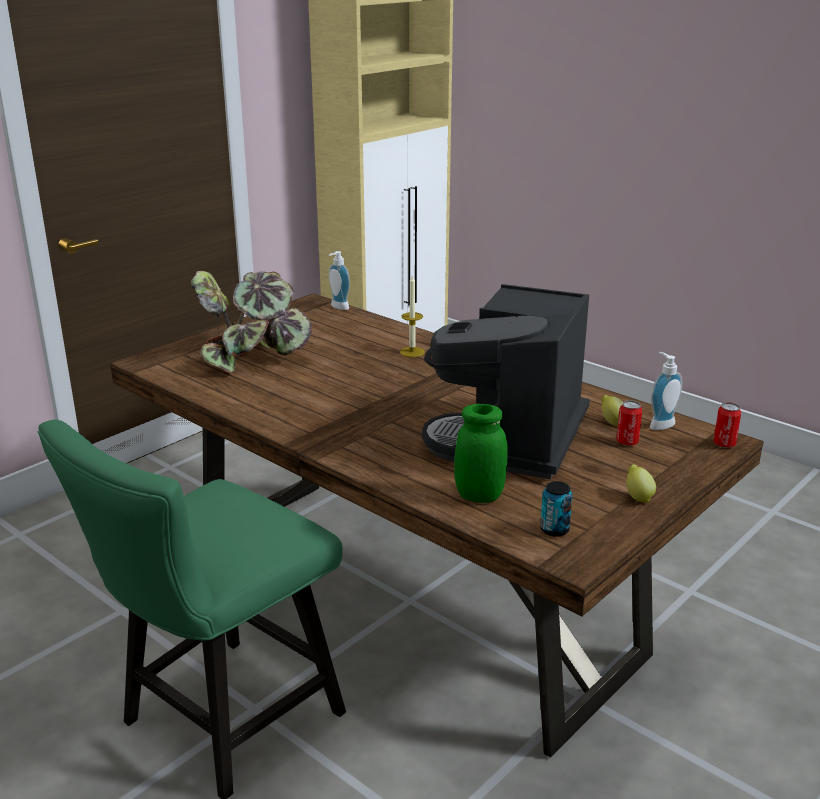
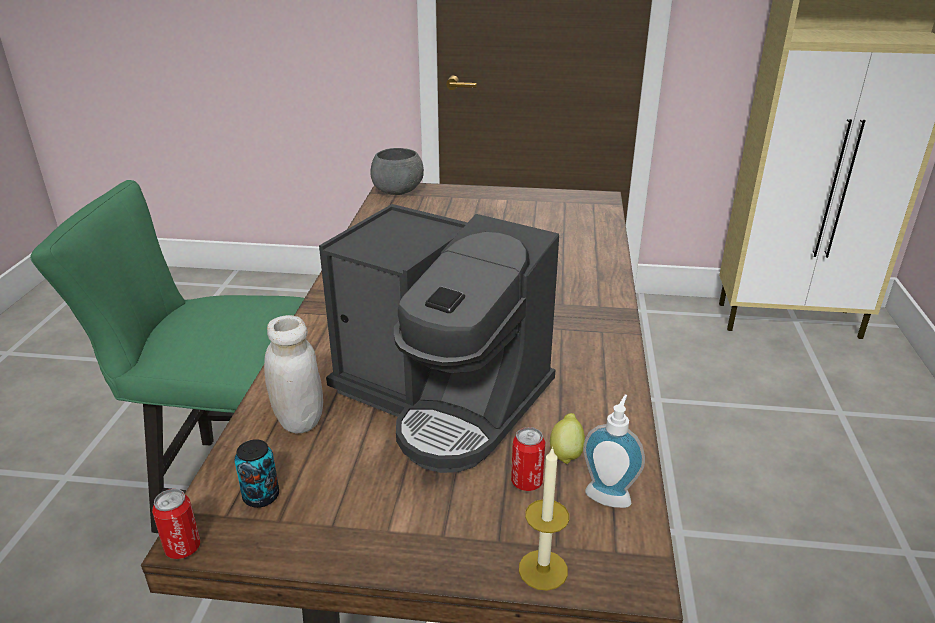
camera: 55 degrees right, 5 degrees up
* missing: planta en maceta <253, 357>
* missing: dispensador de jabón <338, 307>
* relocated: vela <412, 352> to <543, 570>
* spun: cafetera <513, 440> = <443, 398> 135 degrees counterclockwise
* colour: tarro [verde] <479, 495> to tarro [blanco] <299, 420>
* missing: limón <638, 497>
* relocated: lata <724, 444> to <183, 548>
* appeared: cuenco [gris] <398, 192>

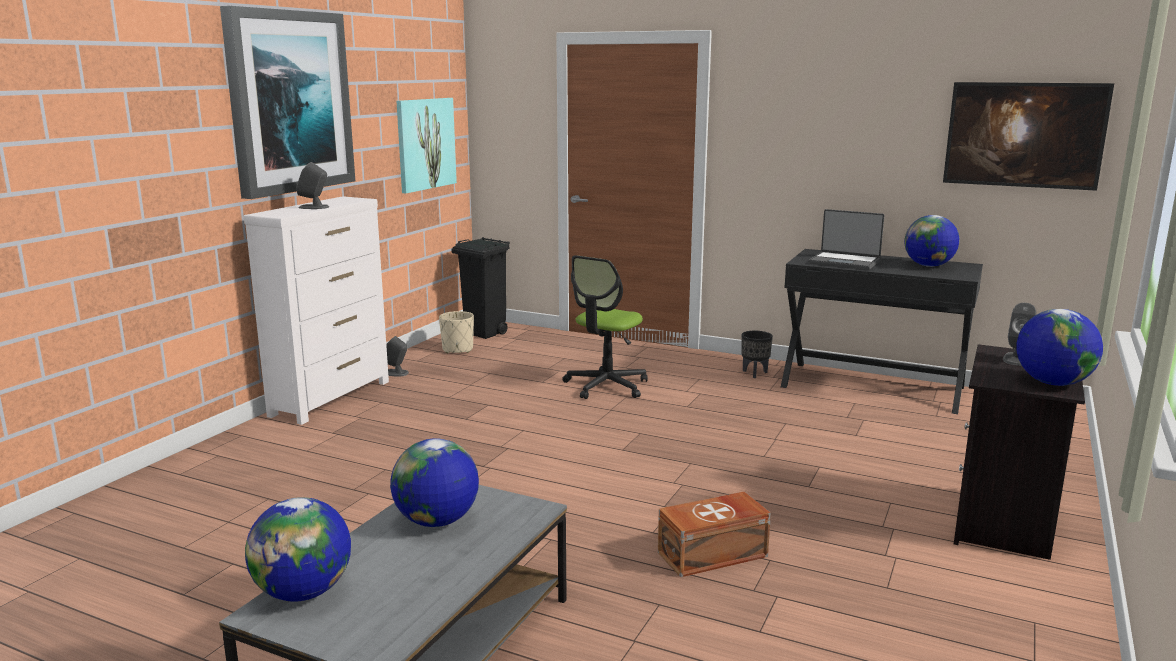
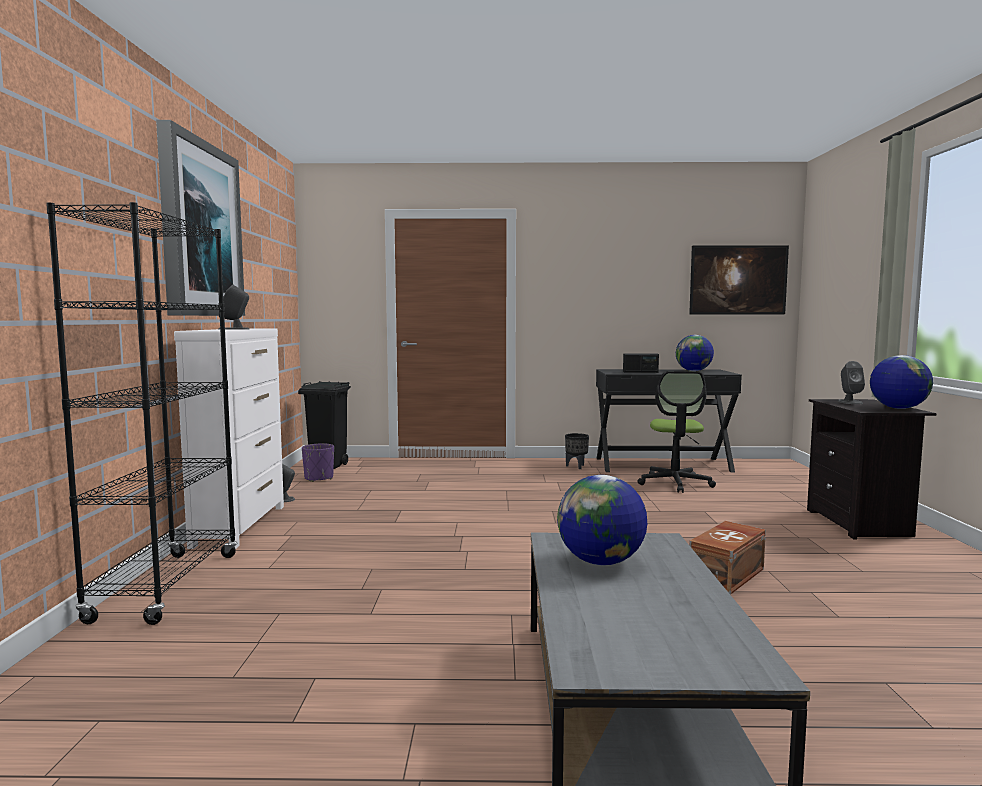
camera: 25 degrees left, 10 degrees down
* missing: globo terráqueo <304, 593>
* missing: cuadro <426, 144>
* colour: maceta [beis] <457, 349> to maceta [morado] <319, 478>
* relocated: silla de oficina <606, 386> to <675, 483>
* exchanged: portátil <844, 262> to radio <640, 372>
* appeared: estantería [negro] <167, 586>

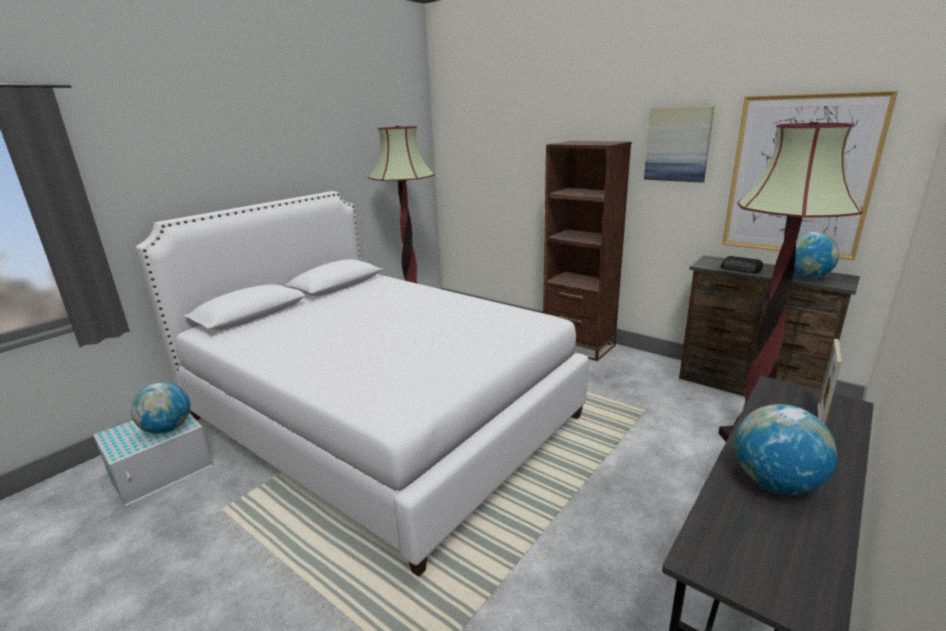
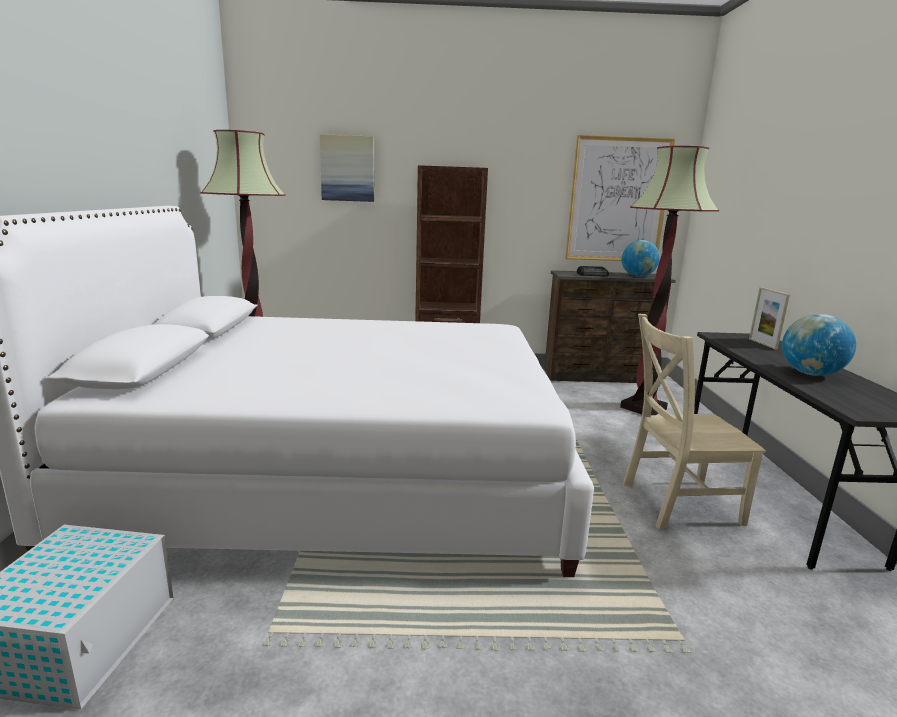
camera: 40 degrees left, 5 degrees down
* missing: globo terráqueo <167, 429>
* relocated: cuadro <677, 144> to <347, 168>
* appeared: silla [beis] <675, 503>

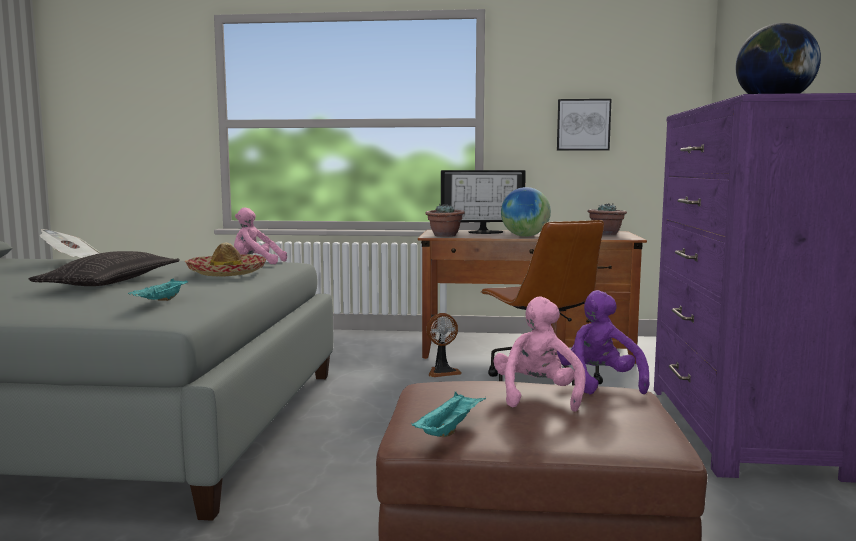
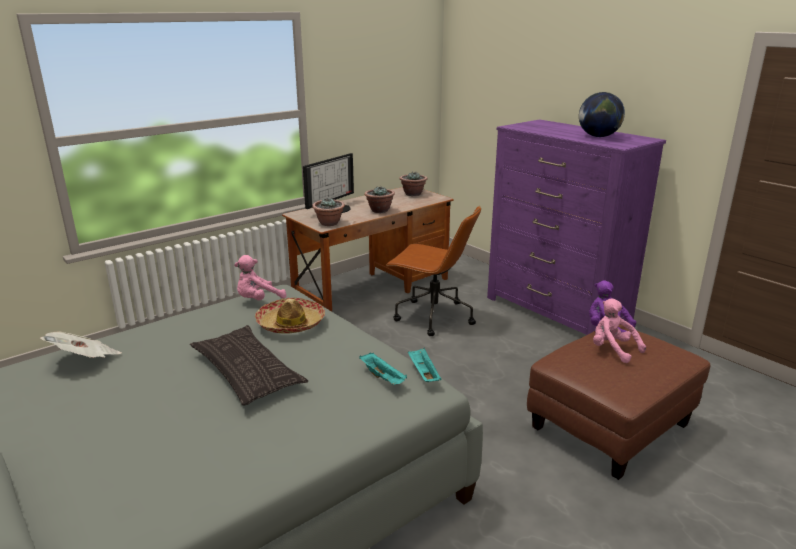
camera: 45 degrees left, 15 degrees up
* relocated: bandeja [turquesa] <449, 429> to <423, 373>
* missing: ventilador <442, 372>
* exchanged: globo terráqueo <524, 236> to planta en maceta <379, 210>
* missing: cuadro <583, 125>

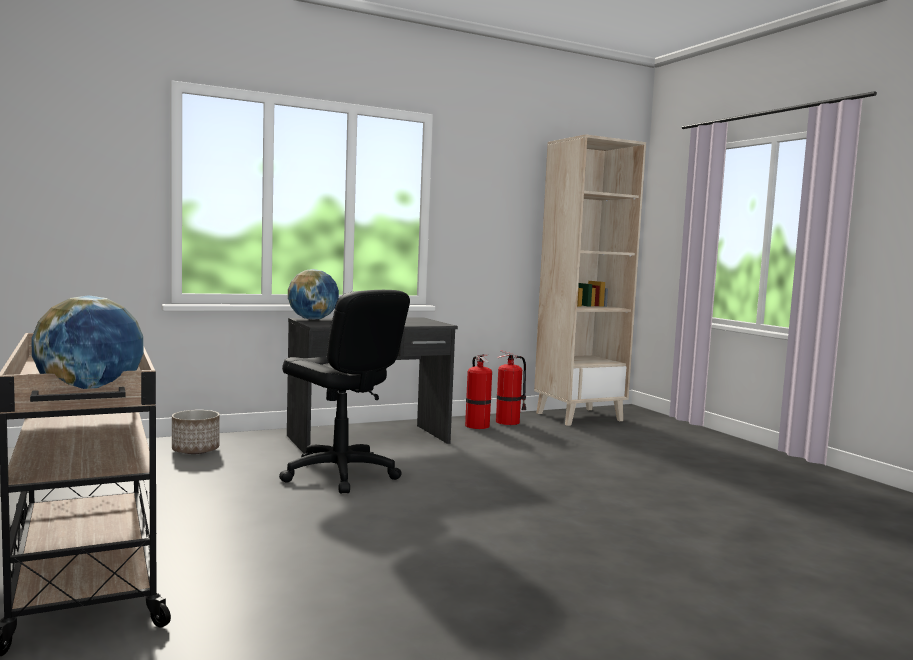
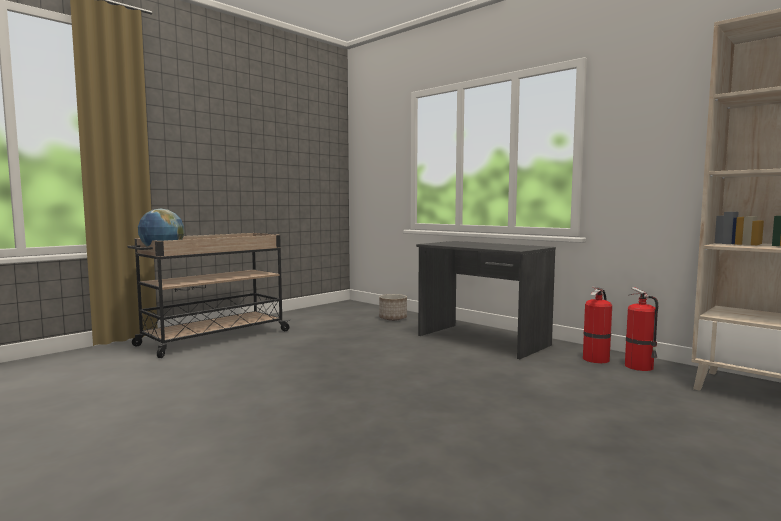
camera: 70 degrees right, 0 degrees up
* missing: silla de oficina [negro] <340, 474>
* missing: globo terráqueo <313, 319>

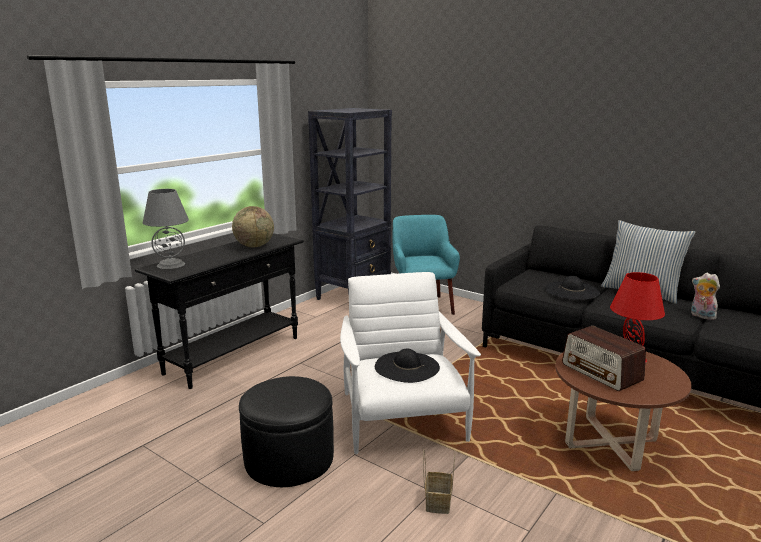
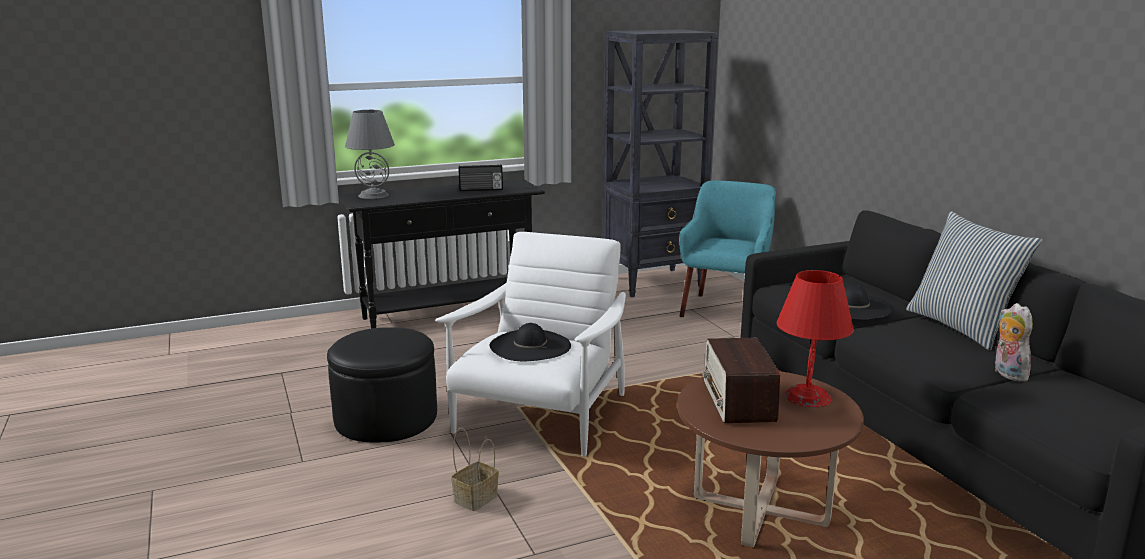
camera: 30 degrees right, 0 degrees up
* exchanged: globo terráqueo <254, 246> to radio <481, 189>

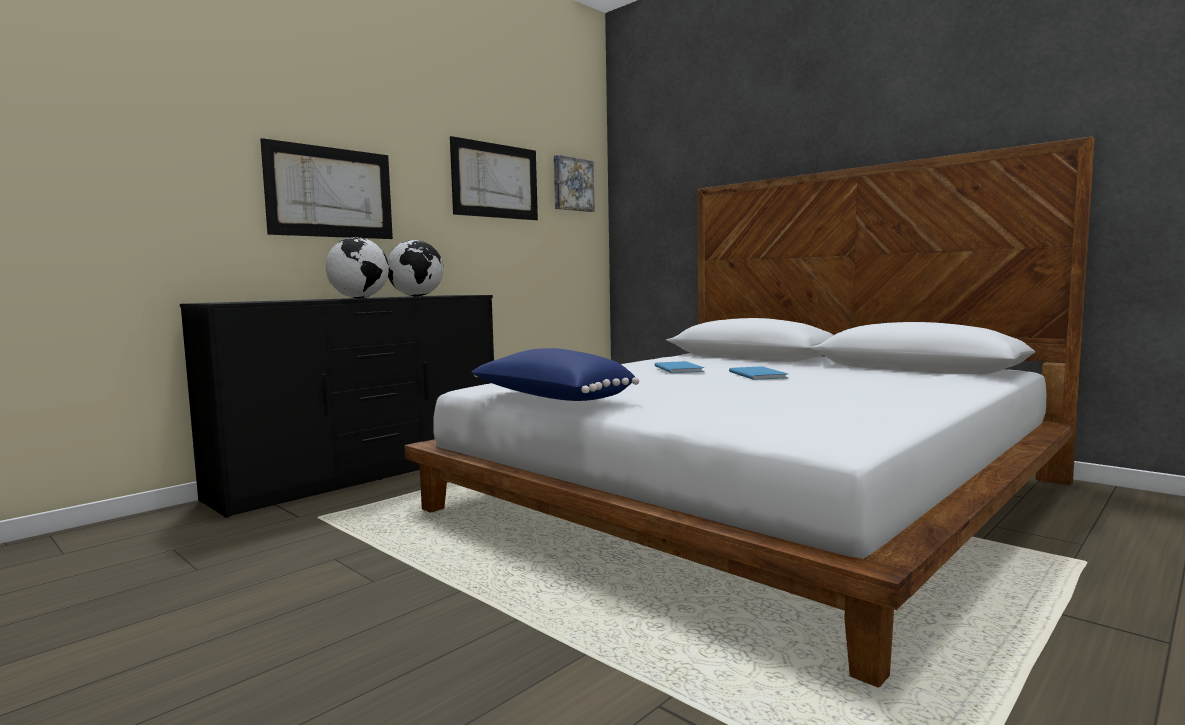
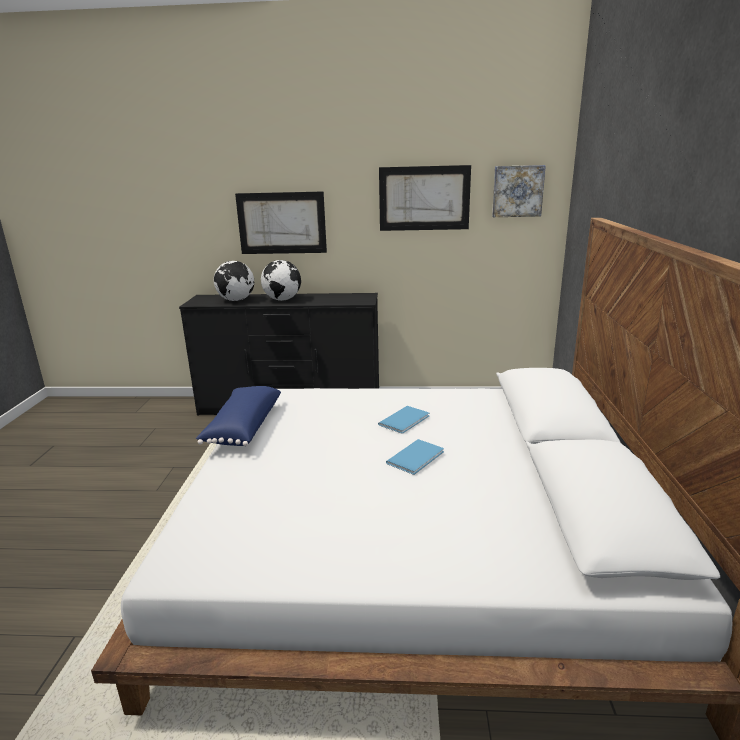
camera: 50 degrees right, 15 degrees up
* relocated: globo terráqueo <416, 296> to <236, 300>

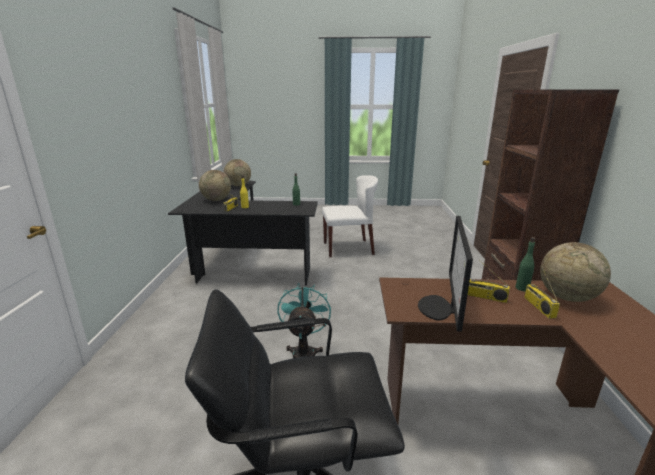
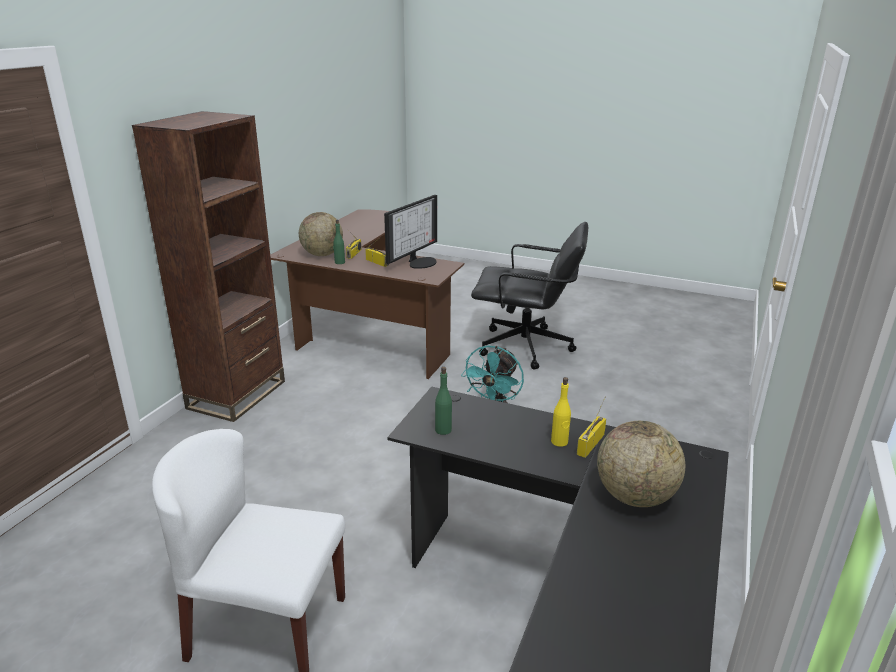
camera: 160 degrees left, 5 degrees up
* missing: globo terráqueo <238, 185>

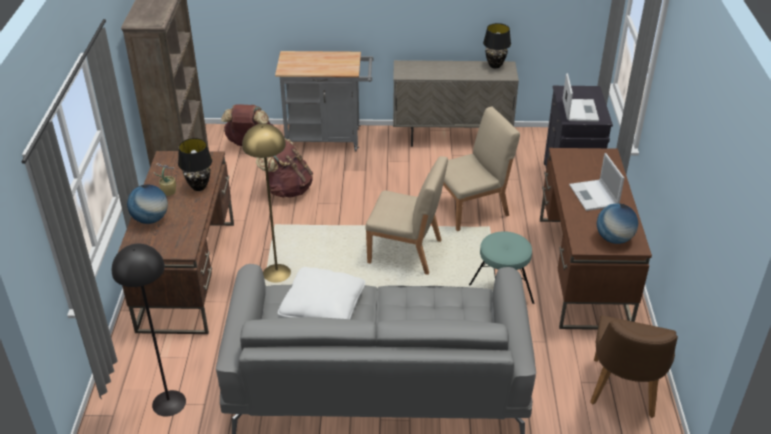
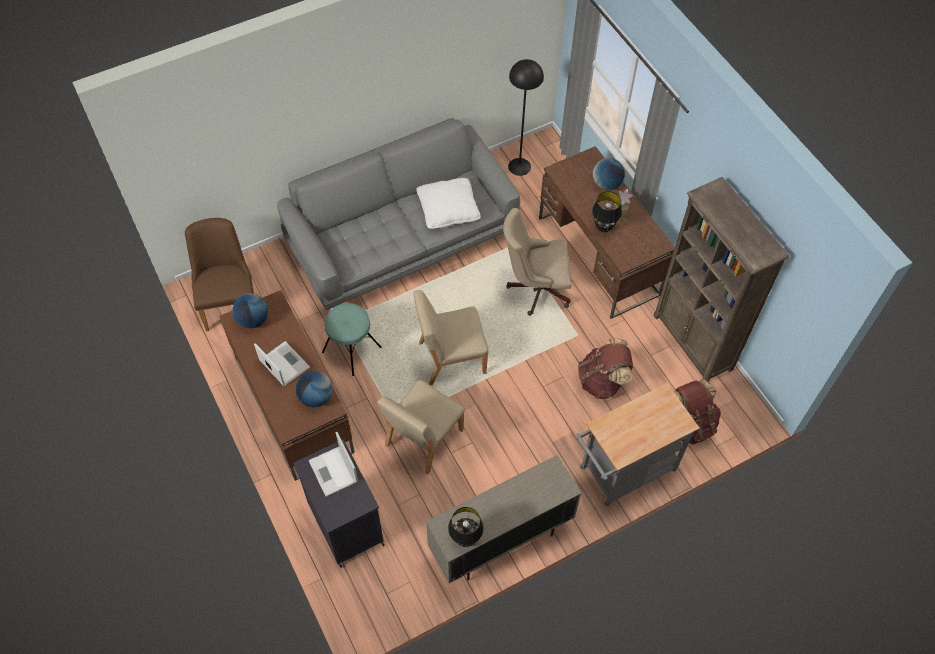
camera: 150 degrees right, 20 degrees up
* exchanged: lámpara de pie [amarillo] <277, 273> to silla de oficina [beis] <535, 288>
* appeared: globo terráqueo <316, 397>

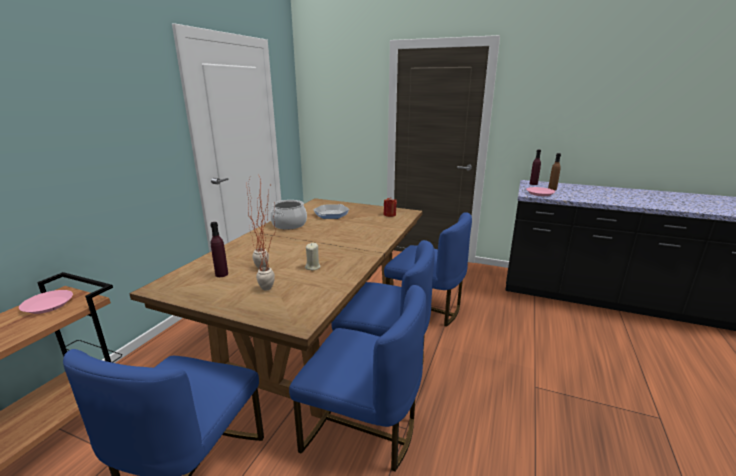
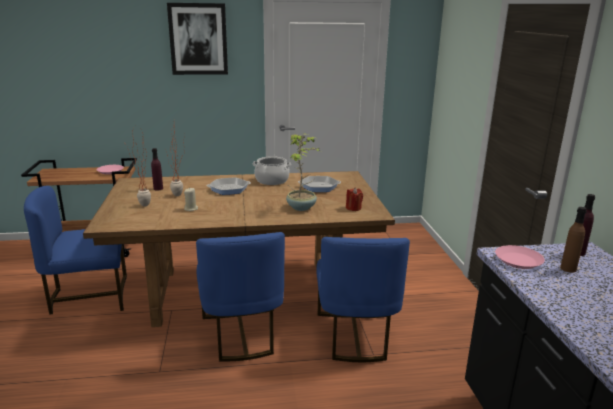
camera: 60 degrees right, 0 degrees up
* missing: silla [azul] <362, 430>
* appeared: cuadro <198, 39>
* appeared: sartén <229, 189>
* appeared: planta en maceta <302, 207>

